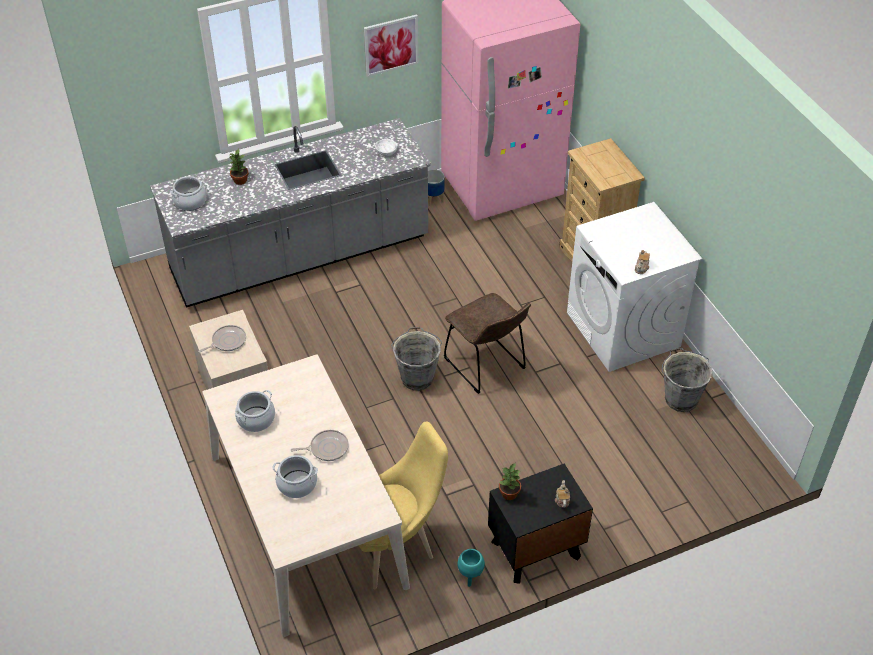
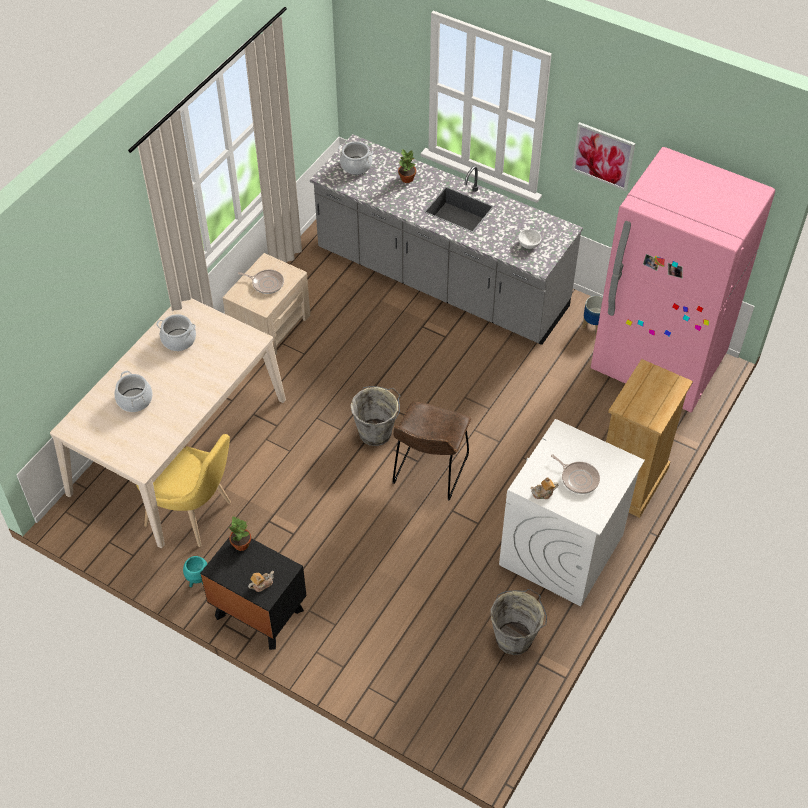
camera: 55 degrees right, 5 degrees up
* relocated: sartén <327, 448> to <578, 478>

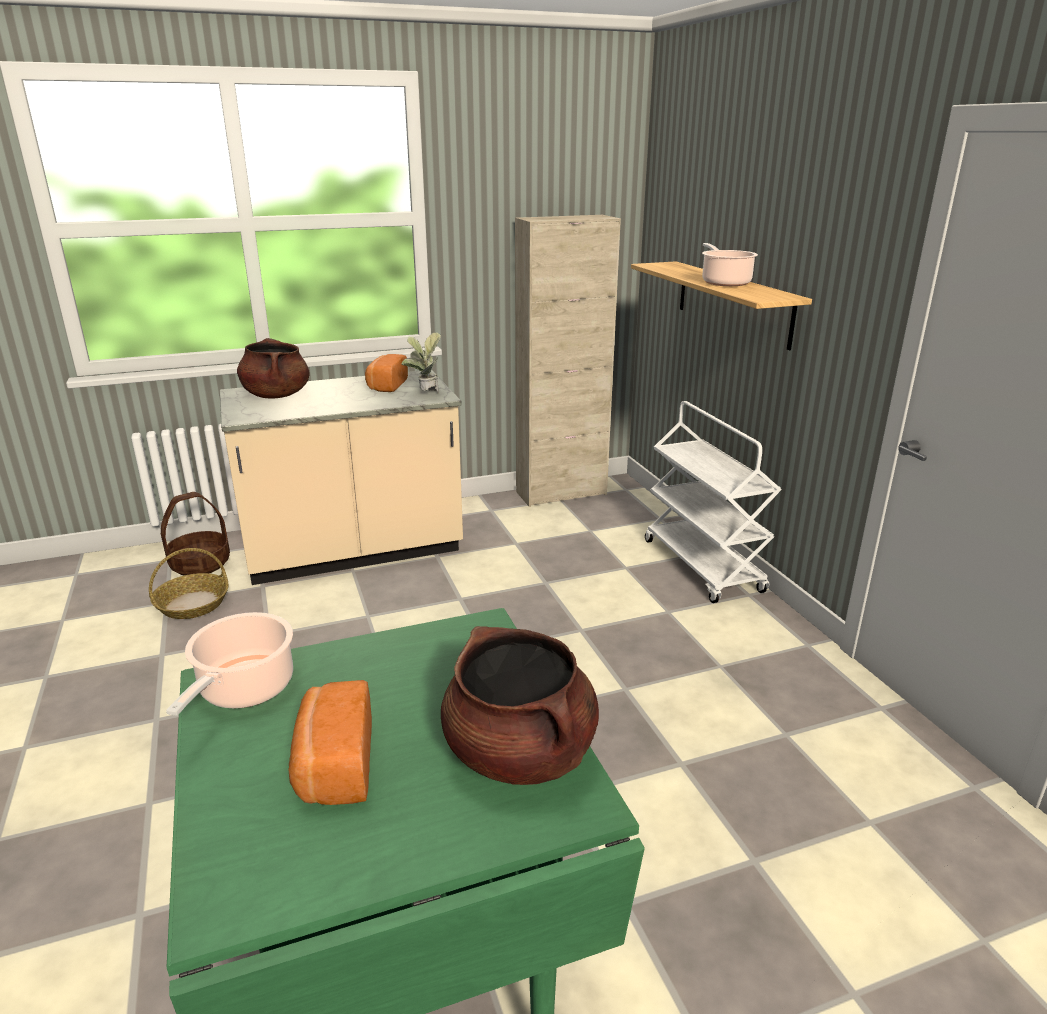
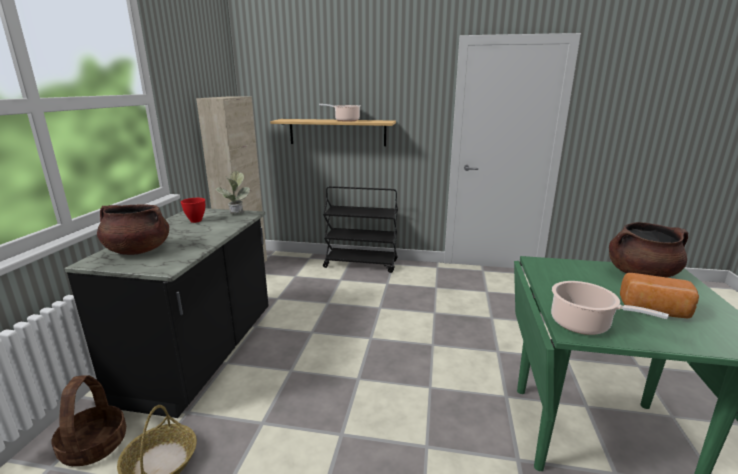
camera: 60 degrees left, 5 degrees down
* colour: mueble bajo de cocina [beis] <354, 552> to mueble bajo de cocina [negro] <203, 356>
* exchanged: pan <386, 385> to cuenco [rojo] <196, 220>
* colour: carrito [blanco] <703, 566> to carrito [negro] <361, 264>

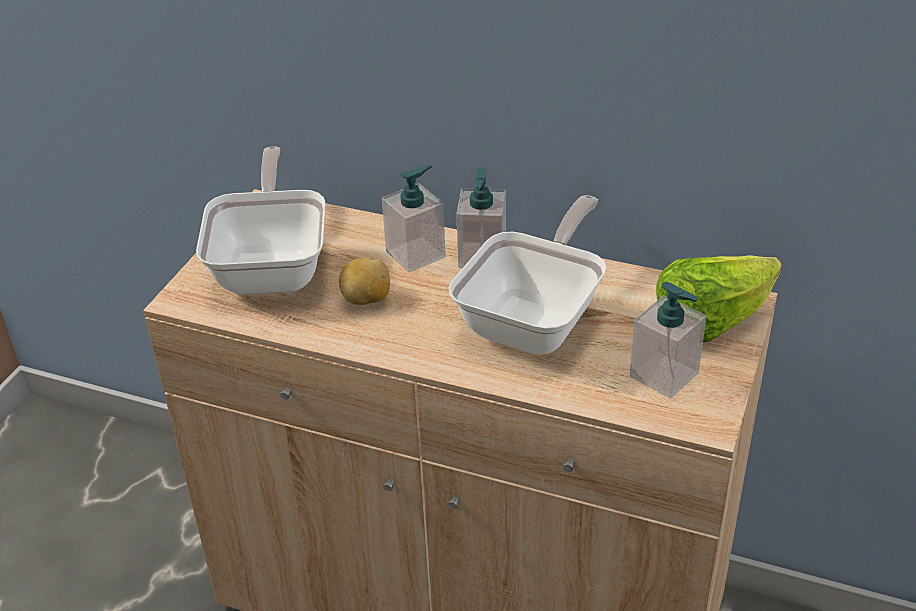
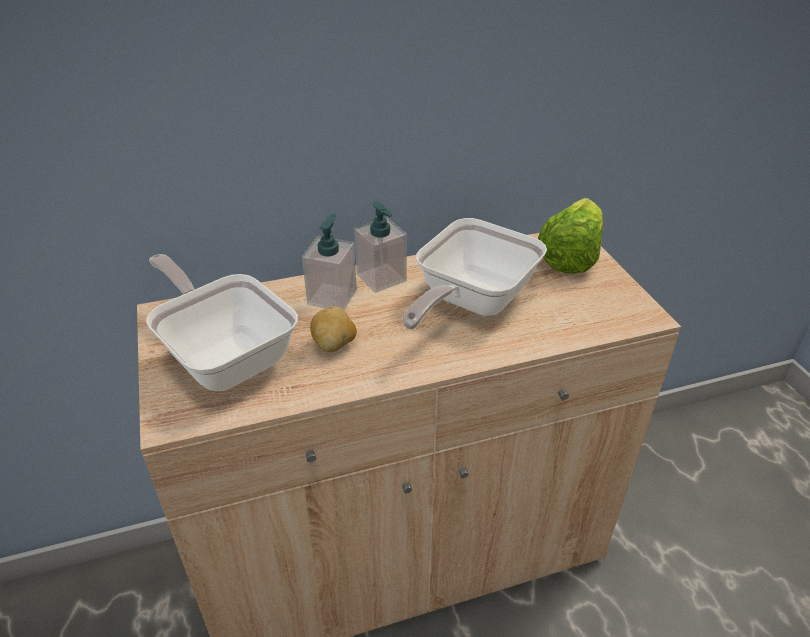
camera: 40 degrees left, 0 degrees up
* spun: sartén <536, 319> = <469, 302> 135 degrees counterclockwise
* missing: dispensador de jabón <664, 375>

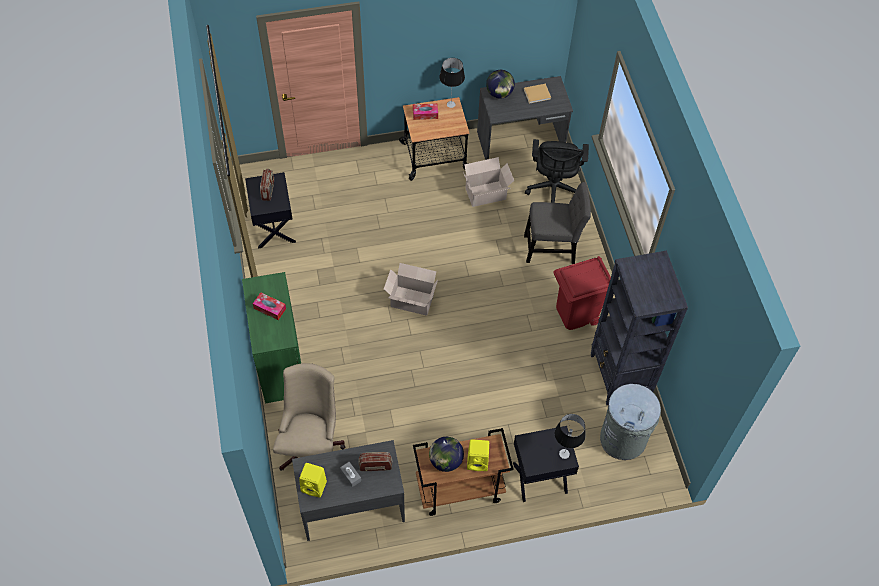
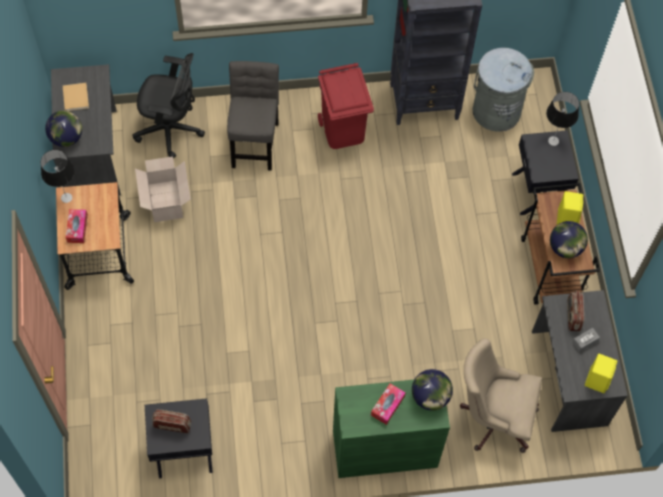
camera: 85 degrees left, 5 degrees up
* missing: caja de cartón <411, 300>
* appeared: globo terráqueo <430, 396>

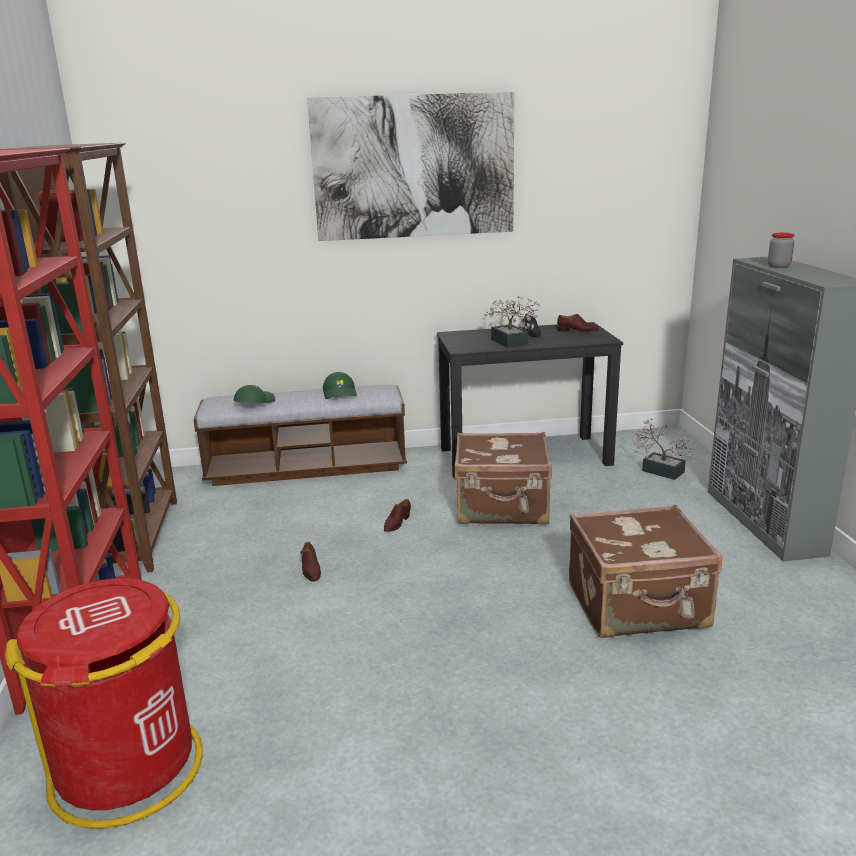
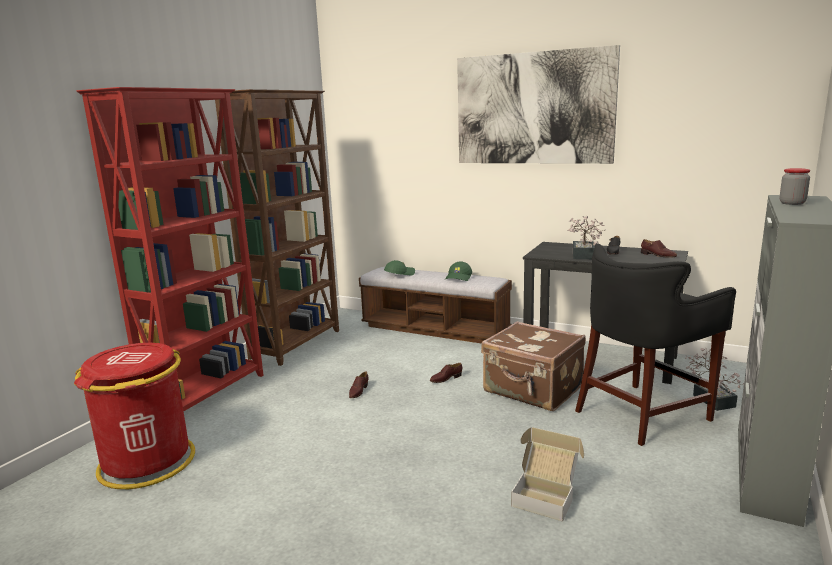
camera: 35 degrees right, 5 degrees down
* exchanged: maleta [marrón] <638, 607> to caja de cartón <546, 495>
* appeared: taburete [negro] <642, 414>

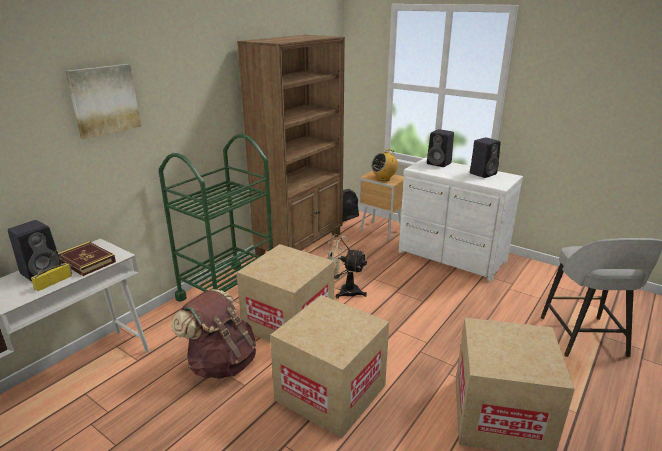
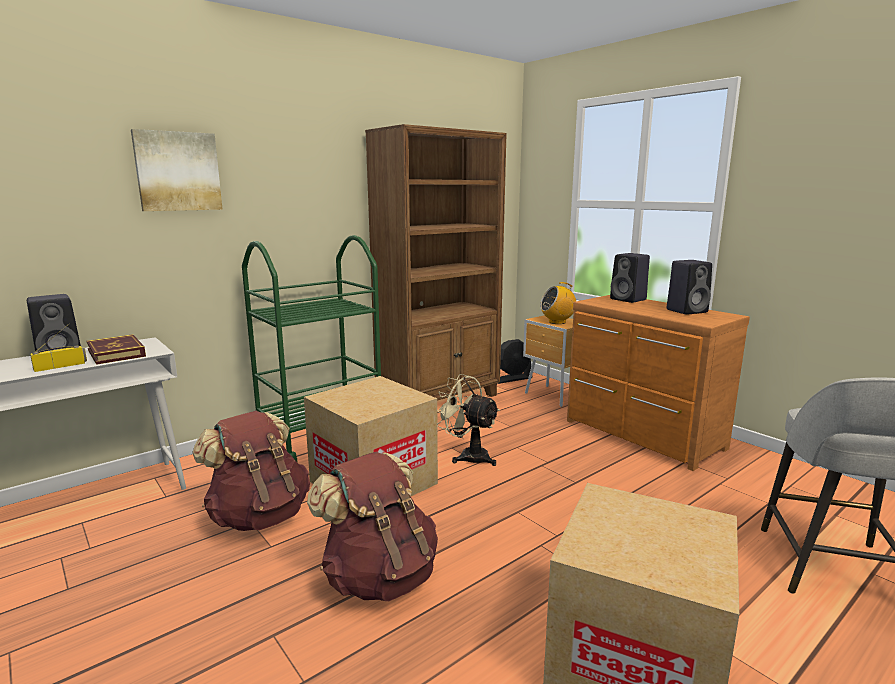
camera: 15 degrees right, 10 degrees down
* exchanged: caja de cartón <330, 392> to mochila [marrón] <379, 577>
* colour: cómoda [blanco] <451, 257> to cómoda [marrón] <642, 435>

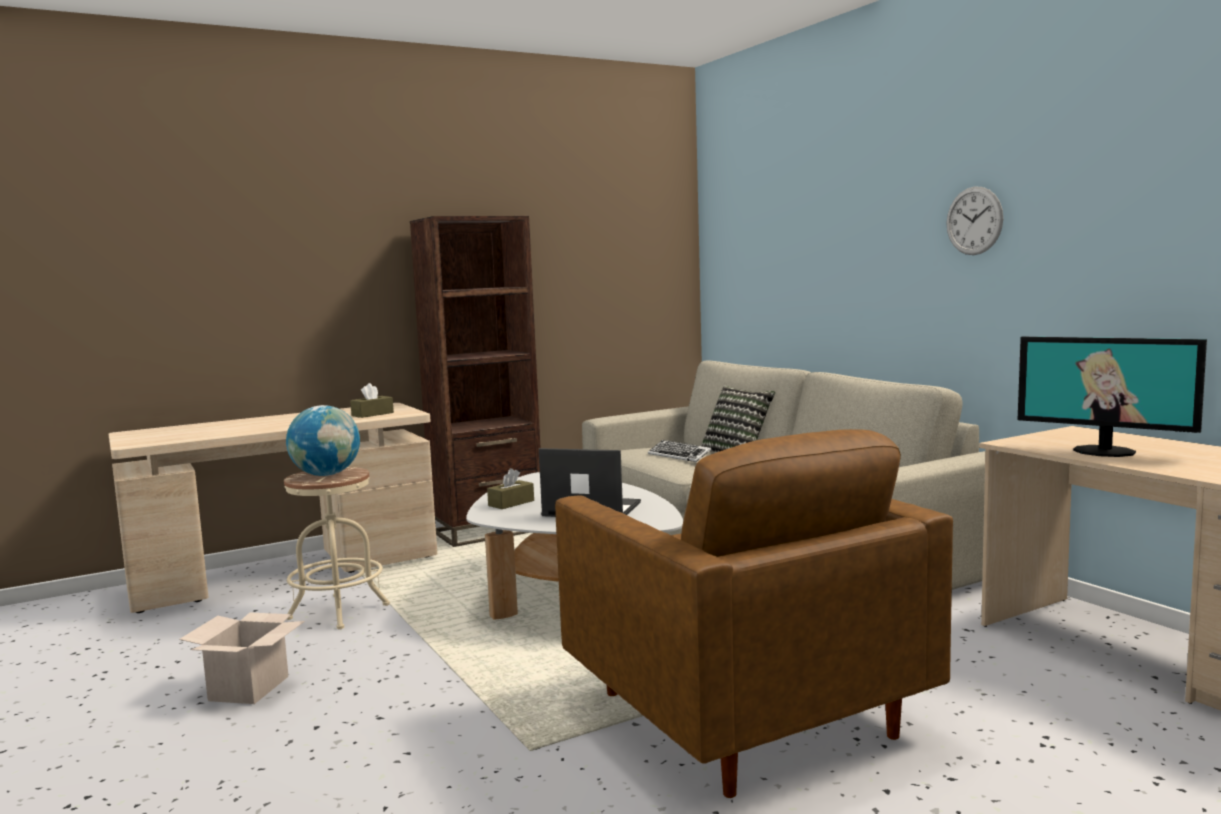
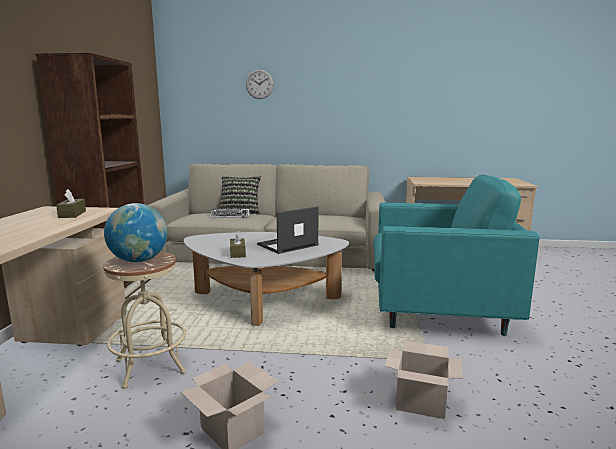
camera: 55 degrees left, 5 degrees up
* colour: sillón [marrón] <741, 714> to sillón [turquesa] <437, 311>
* relocated: reloj de pared <974, 221> to <259, 84>
* missing: monitor <1104, 451>
* appeared: caja de cartón <422, 402>

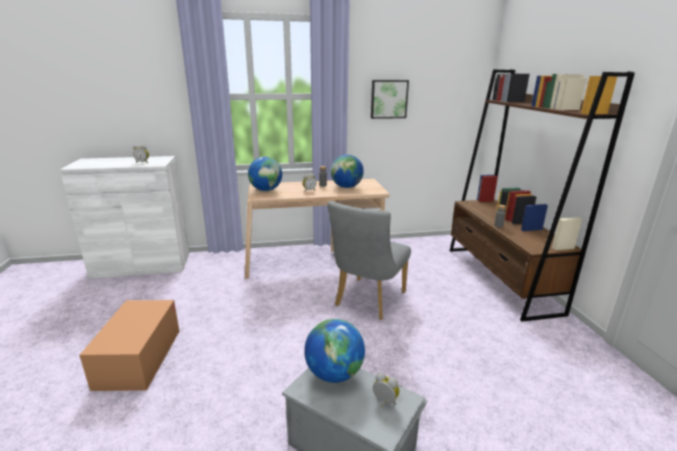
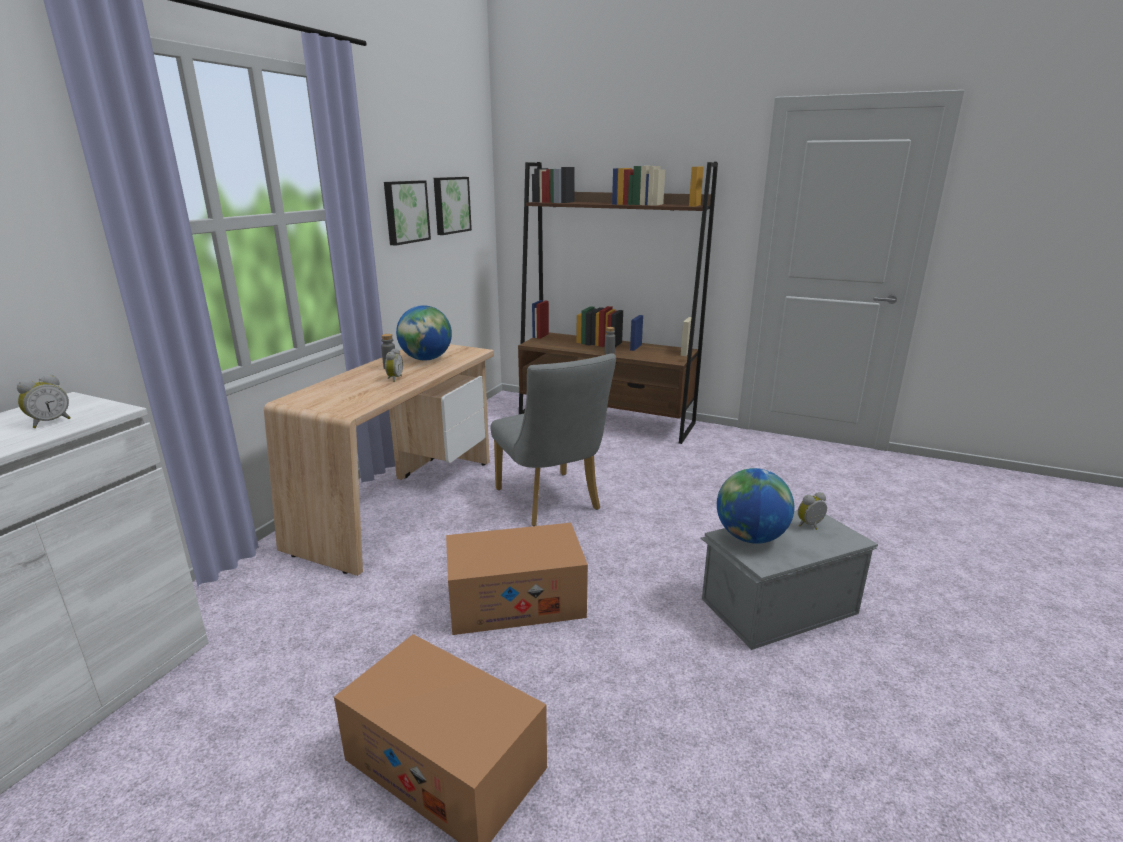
camera: 55 degrees left, 0 degrees up
* missing: globo terráqueo <266, 190>
* appeared: cuadro <450, 205>
* appeared: caja de cartón <515, 601>

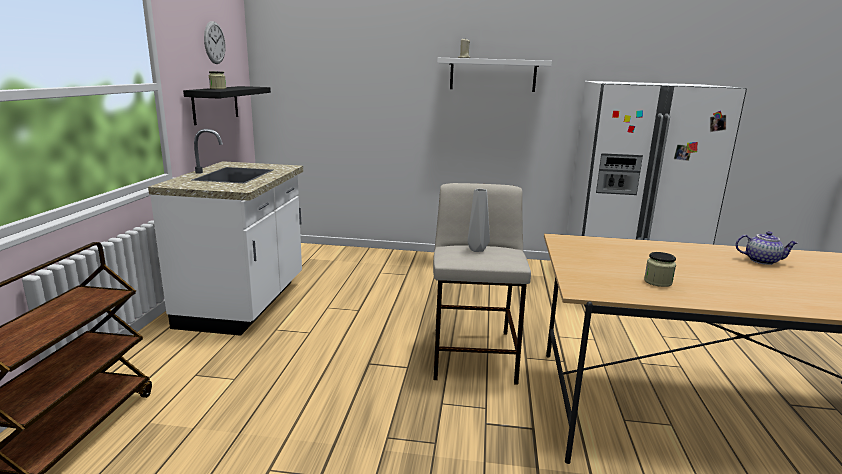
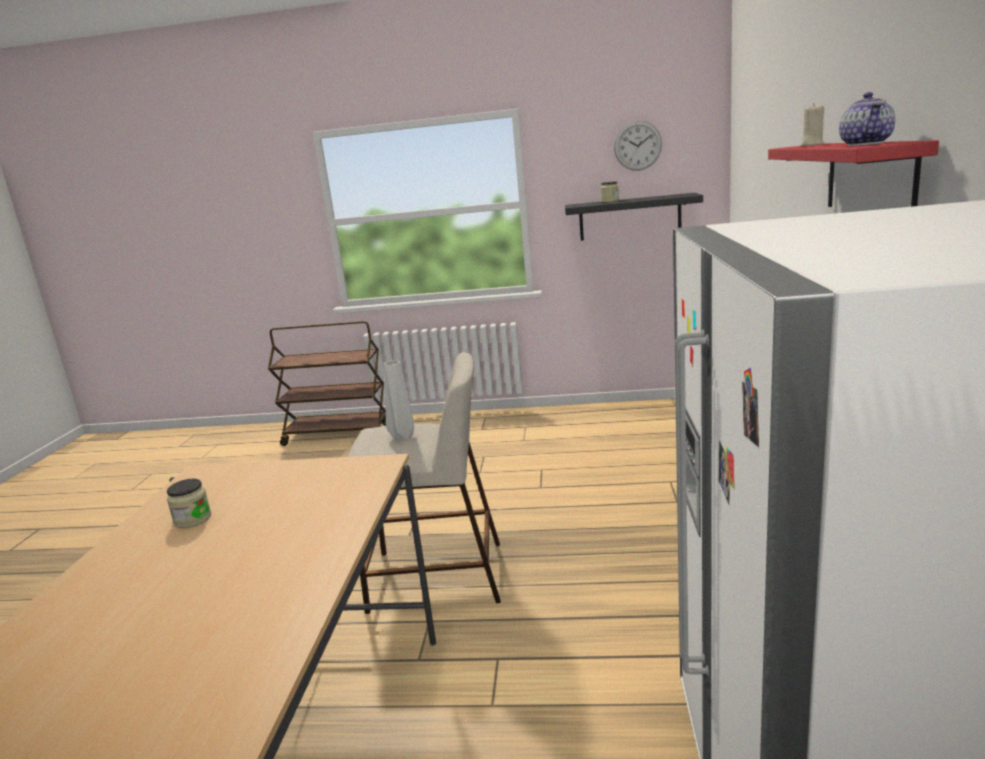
camera: 90 degrees right, 0 degrees up
* missing: mueble bajo de cocina [blanco] <245, 304>
* colour: estante [blanco] <492, 75> to estante [rojo] <869, 178>
* relocated: tetera <762, 261> to <866, 144>

